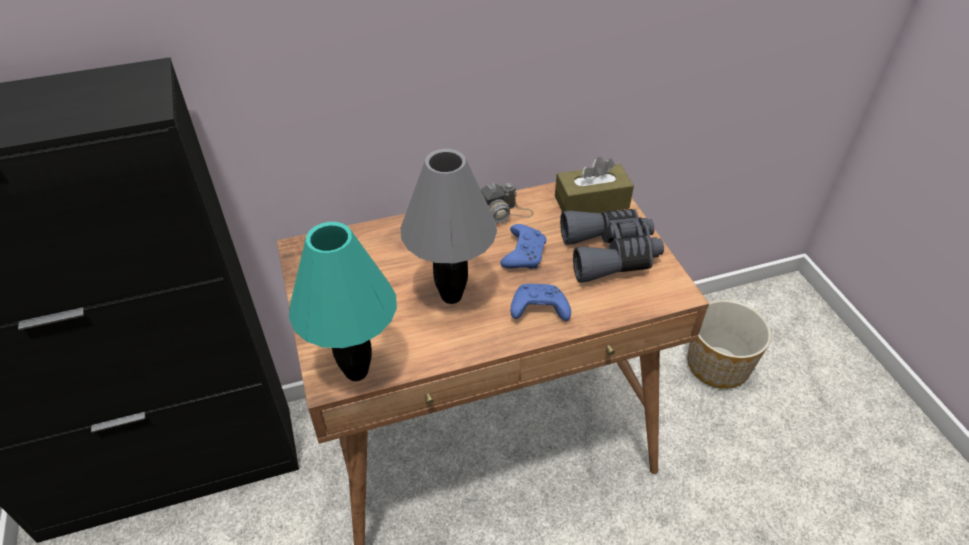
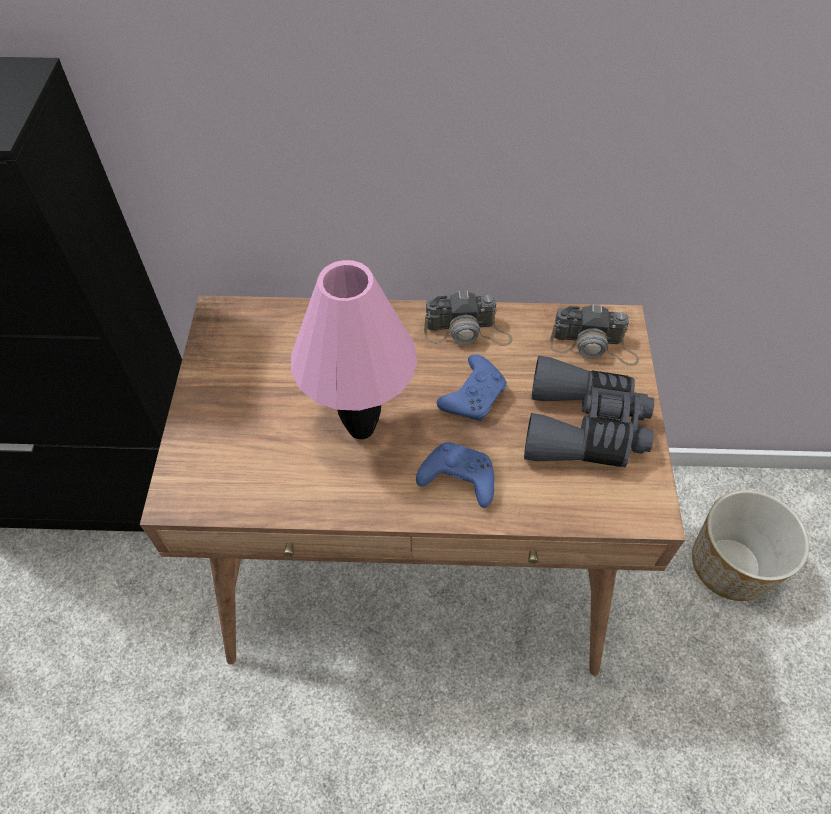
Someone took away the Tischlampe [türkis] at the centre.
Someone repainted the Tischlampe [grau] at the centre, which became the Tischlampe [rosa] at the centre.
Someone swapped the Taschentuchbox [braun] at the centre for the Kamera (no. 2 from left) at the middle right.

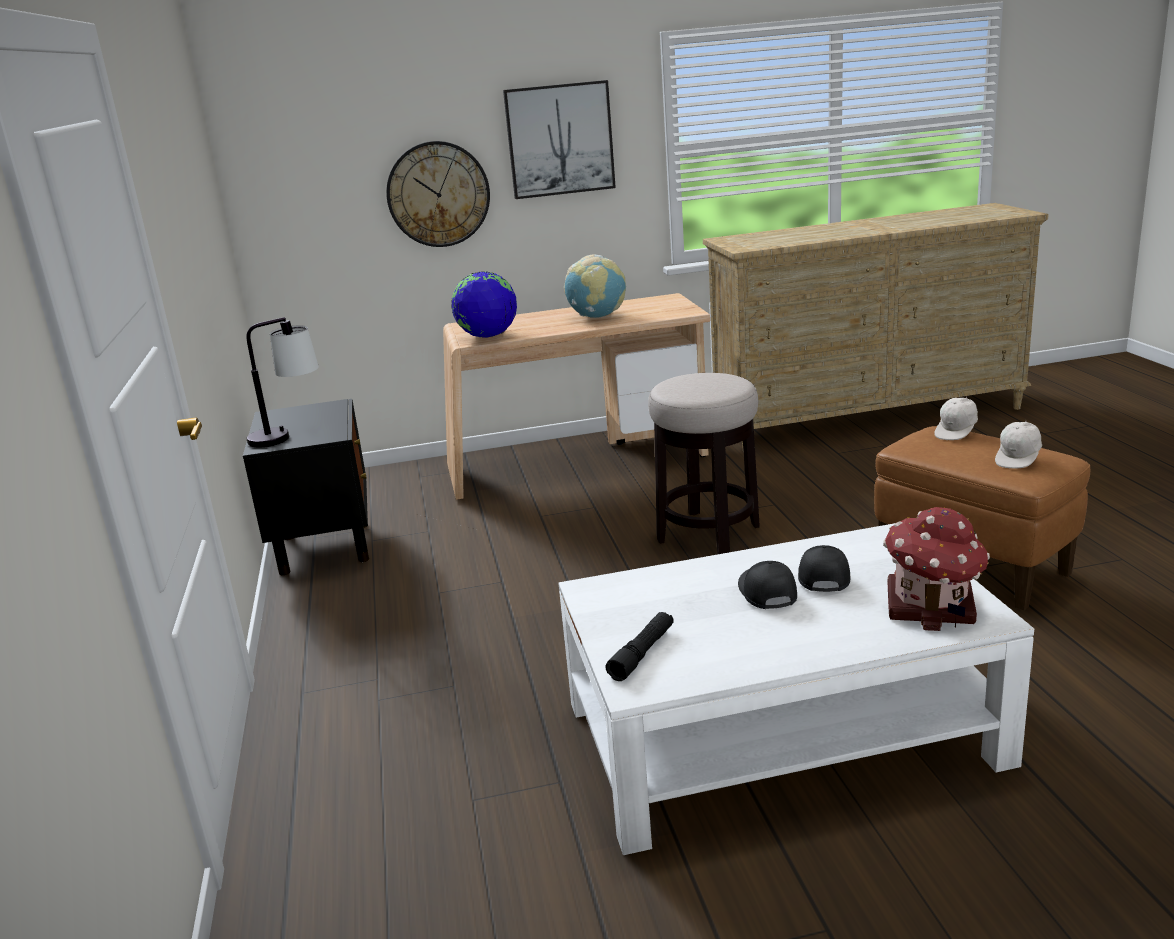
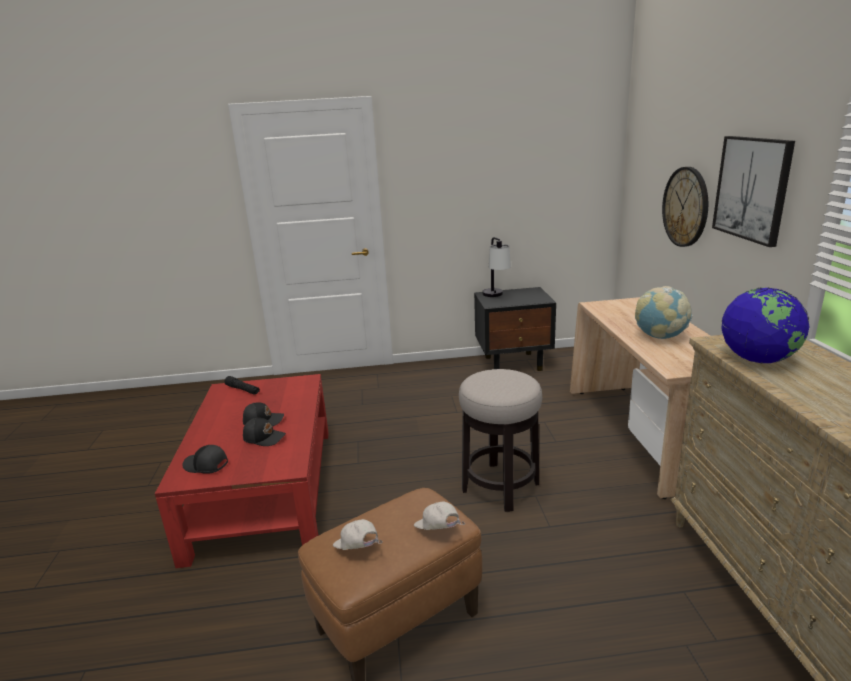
Someone carried the Globus (no. 1 from left in the first image) from the top centre to the middle right.
Someone repainted the Couchtisch [weiß] at the bottom right, which became the Couchtisch [rot] at the bottom left.
Someone swapped the Spielzeughaus at the middle right for the Kappe [schwarz] (no. 1 from left) at the bottom left.

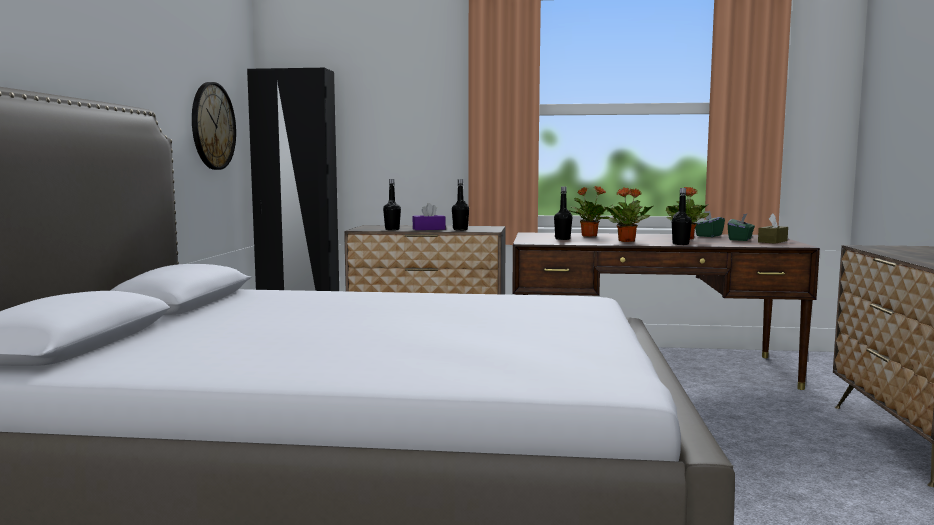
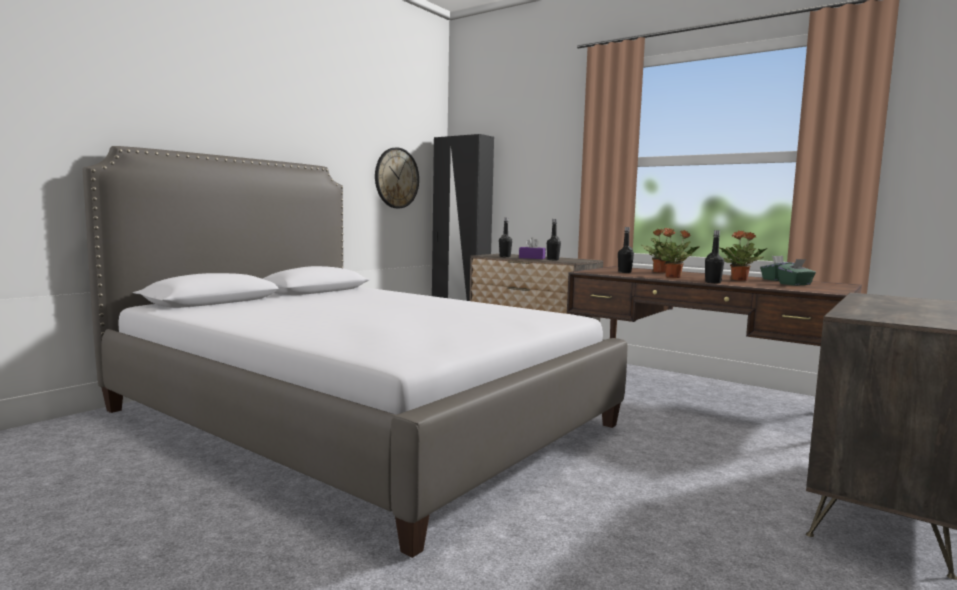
Someone took away the Taschentuchbox [braun] at the middle right.

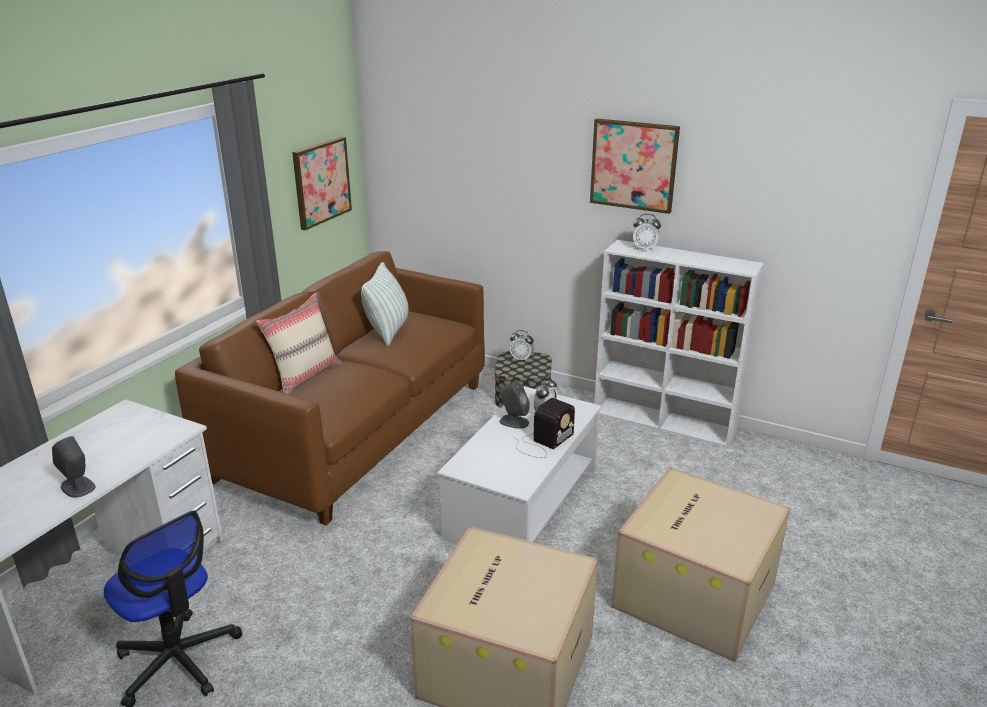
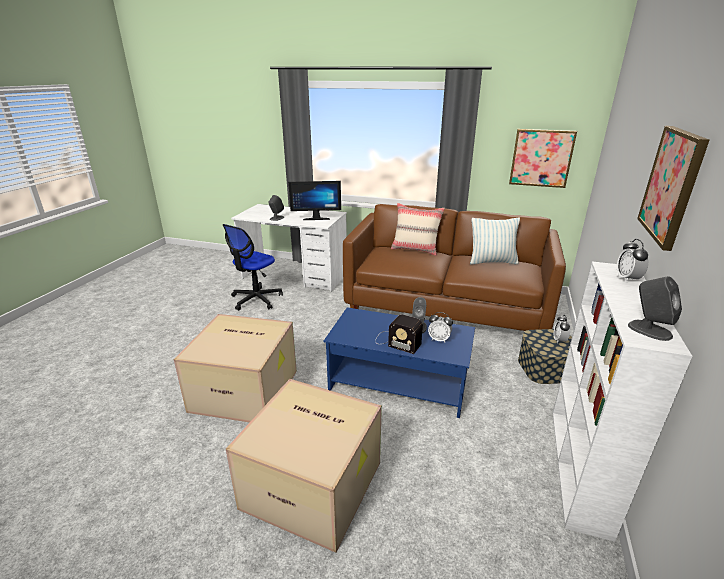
Someone repainted the Couchtisch [weiß] at the centre, which became the Couchtisch [blau] at the centre.
Someone put down the Monitor at the centre.
Someone put down the Lautsprecher [grau] (no. 3 from left) at the middle right.

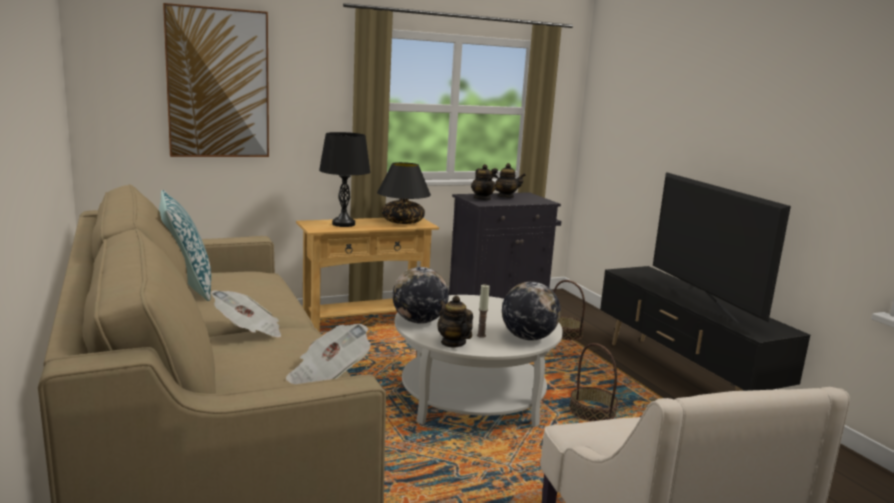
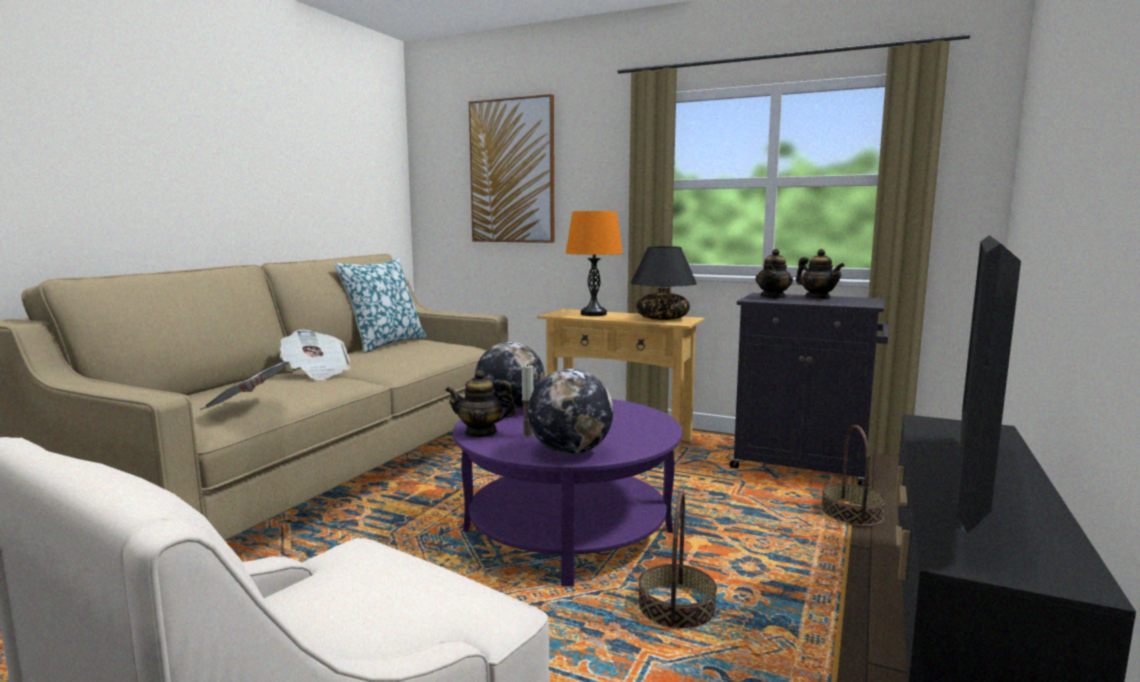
Someone repainted the Tischlampe [schwarz] (no. 1 from left) at the centre, which became the Tischlampe [orange] at the centre.
Someone repainted the Couchtisch [weiß] at the bottom centre, which became the Couchtisch [lila] at the bottom centre.
Someone rotated the Teekanne (no. 1 from left) at the centre by 105 degrees counterclockwise.

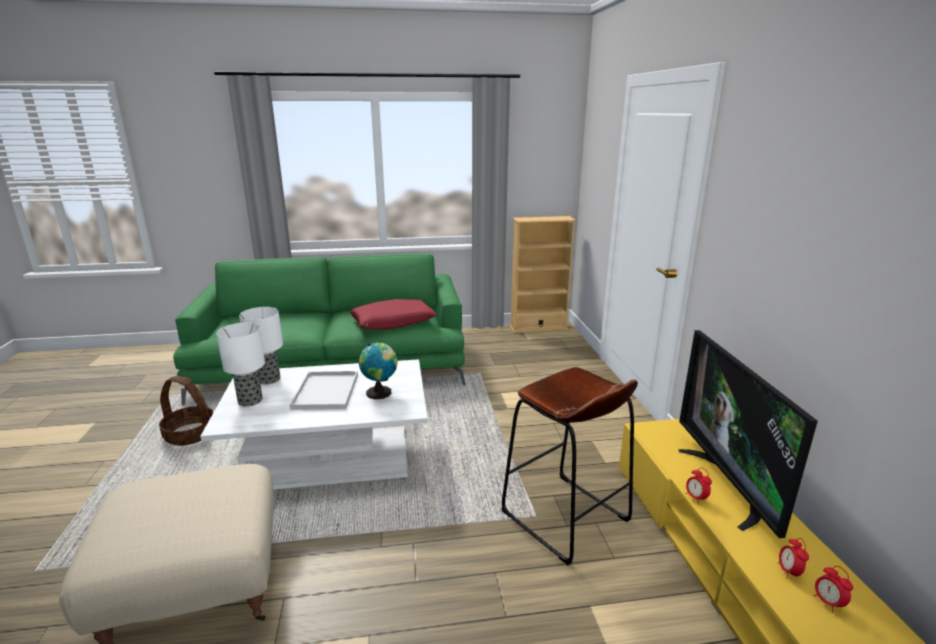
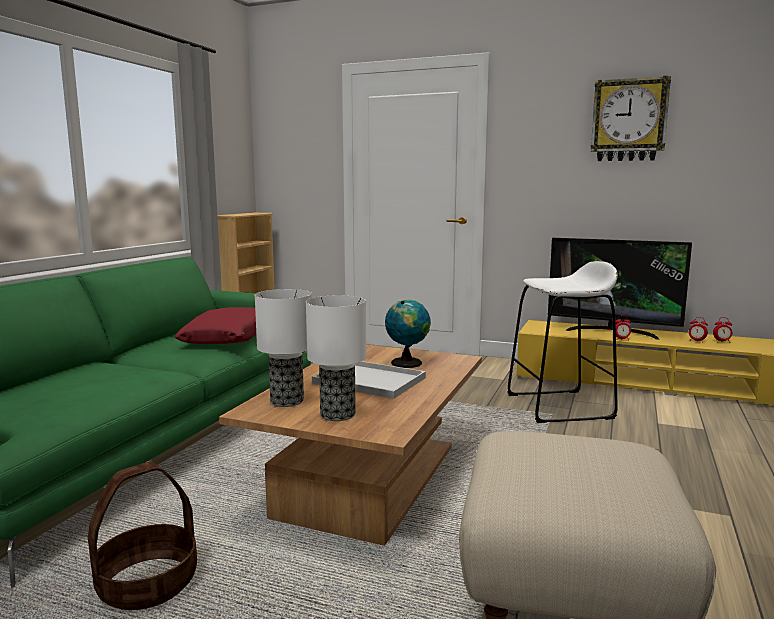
Someone repainted the Couchtisch [weiß] at the centre, which became the Couchtisch [braun] at the bottom centre.
Someone repainted the Hocker [braun] at the bottom centre, which became the Hocker [weiß] at the middle right.
Someone put up the Wanduhr at the top right.

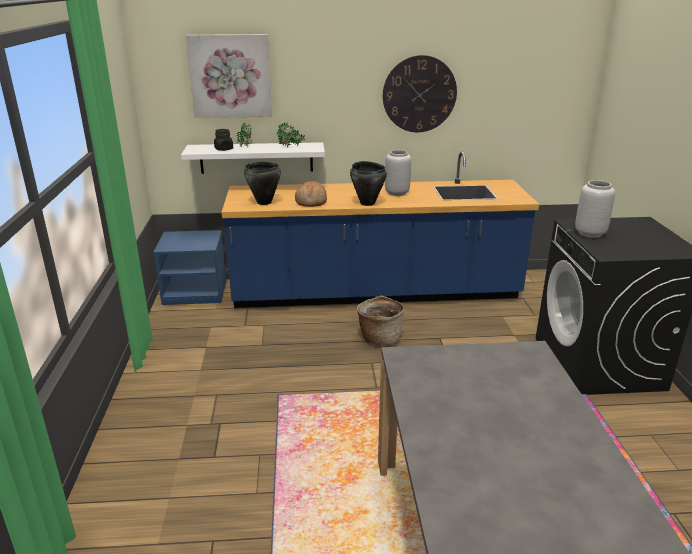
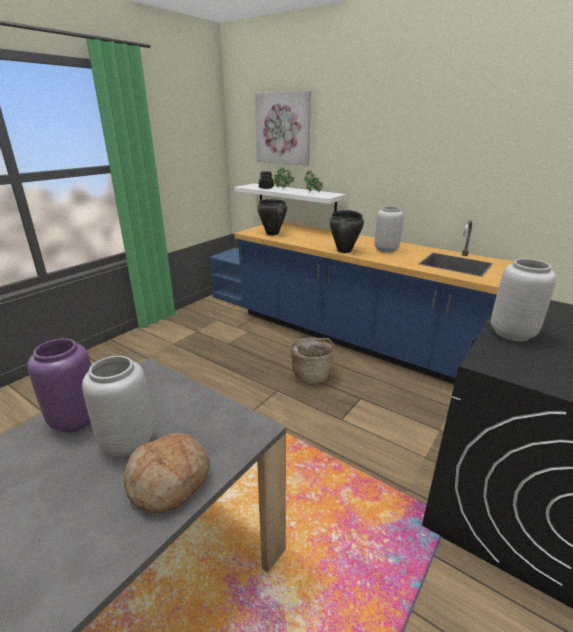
Someone carried the Brot from the centre to the bottom left.
Someone took away the Wanduhr at the top centre.
Someone put down the Vase [lila] at the middle left.
Someone put down the Vase [grau] (no. 1 from left) at the middle left.

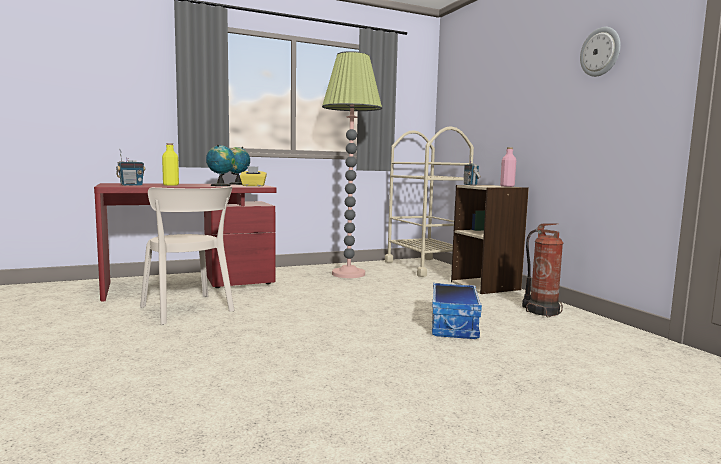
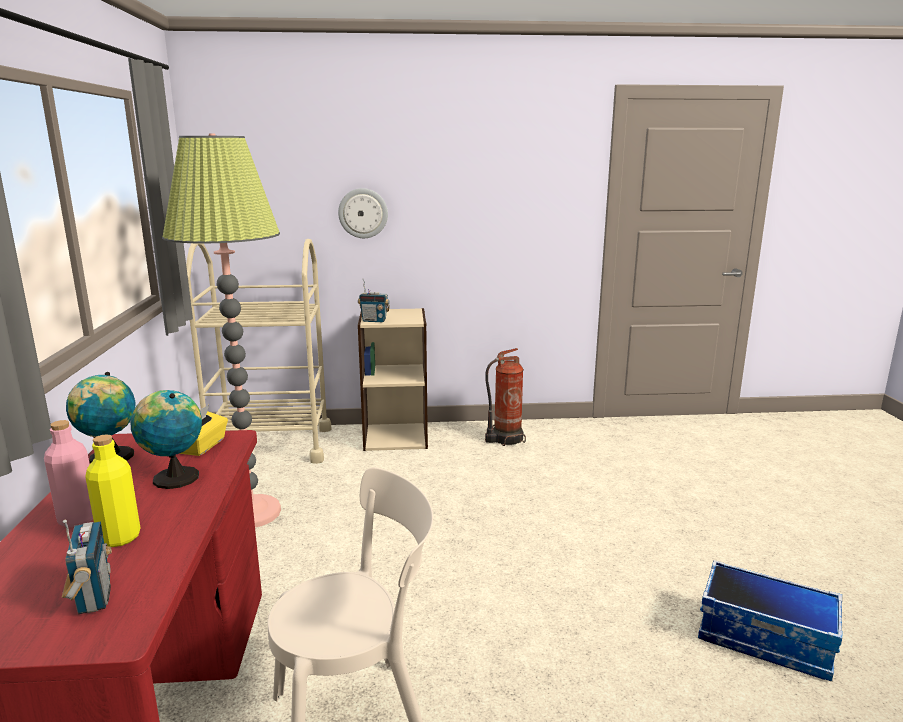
Someone carried the Aufbewahrungsbox from the bottom centre to the bottom right.
Someone carried the Flasche [rosa] from the middle right to the middle left.
Someone carried the Wanduhr from the top right to the top centre.

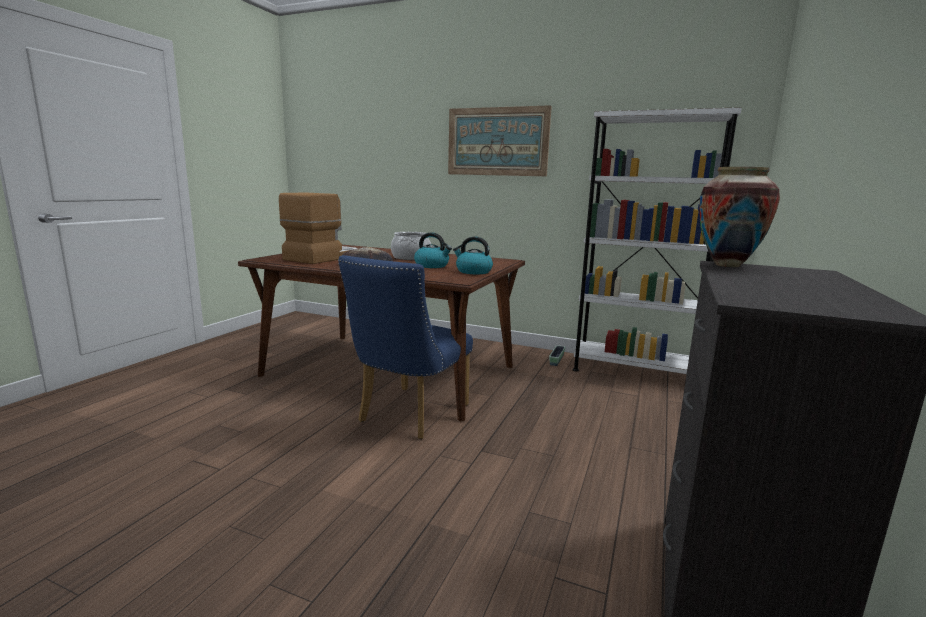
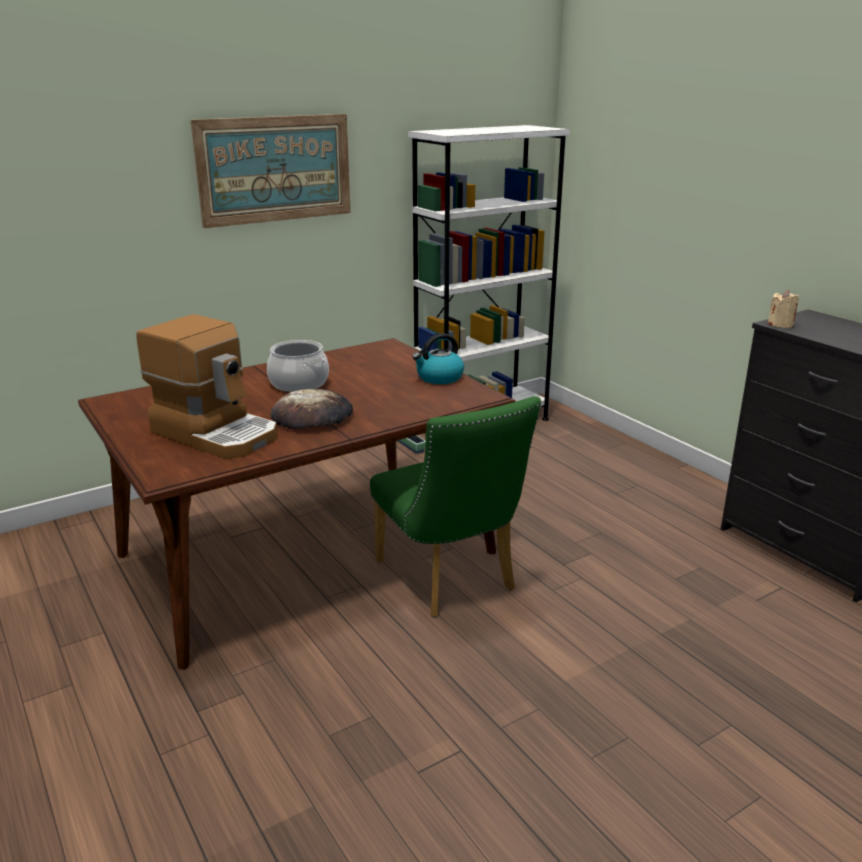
Someone rotated the Kaffeemaschine at the centre by 150 degrees clockwise.
Someone repainted the Stuhl [blau] at the centre, which became the Stuhl [grün] at the centre.
Someone took away the Wasserkessel (no. 1 from left) at the centre.
Someone swapped the Vase at the middle right for the Kerze [beige] at the middle right.

